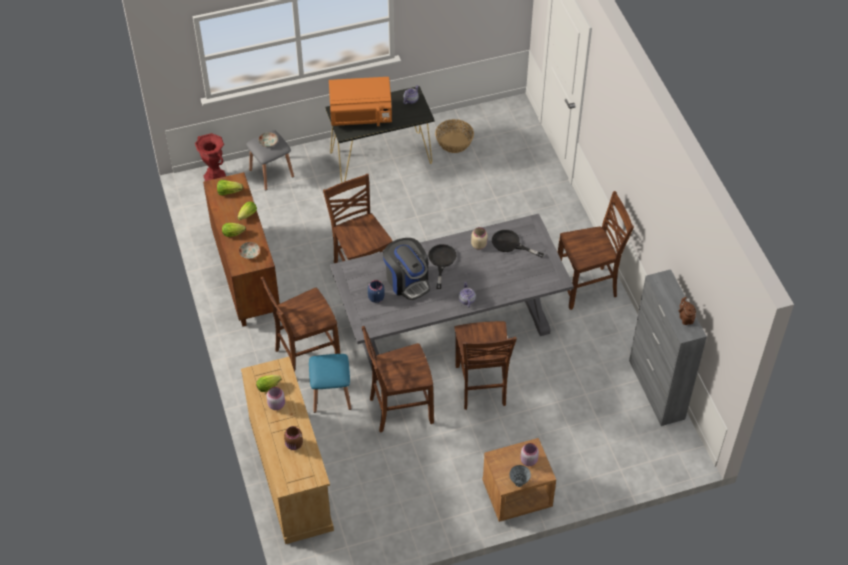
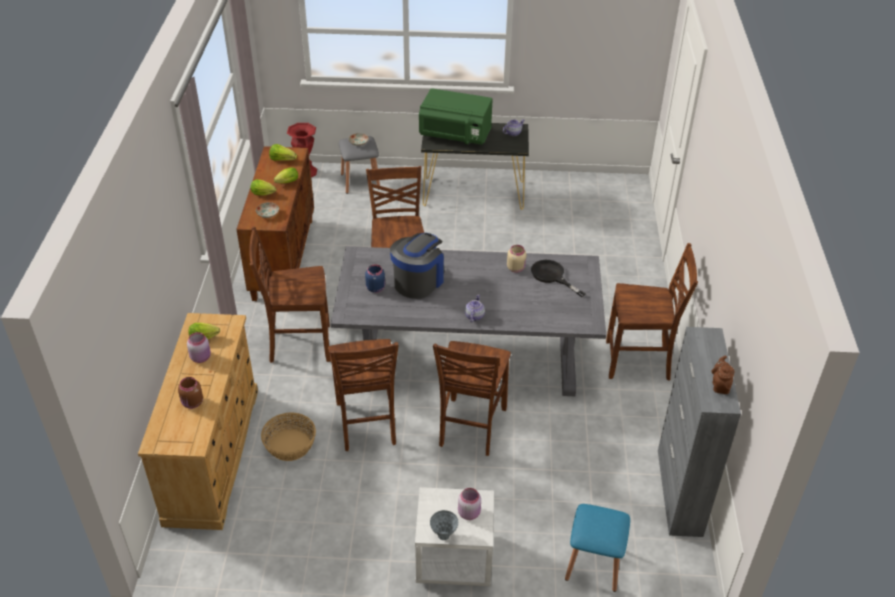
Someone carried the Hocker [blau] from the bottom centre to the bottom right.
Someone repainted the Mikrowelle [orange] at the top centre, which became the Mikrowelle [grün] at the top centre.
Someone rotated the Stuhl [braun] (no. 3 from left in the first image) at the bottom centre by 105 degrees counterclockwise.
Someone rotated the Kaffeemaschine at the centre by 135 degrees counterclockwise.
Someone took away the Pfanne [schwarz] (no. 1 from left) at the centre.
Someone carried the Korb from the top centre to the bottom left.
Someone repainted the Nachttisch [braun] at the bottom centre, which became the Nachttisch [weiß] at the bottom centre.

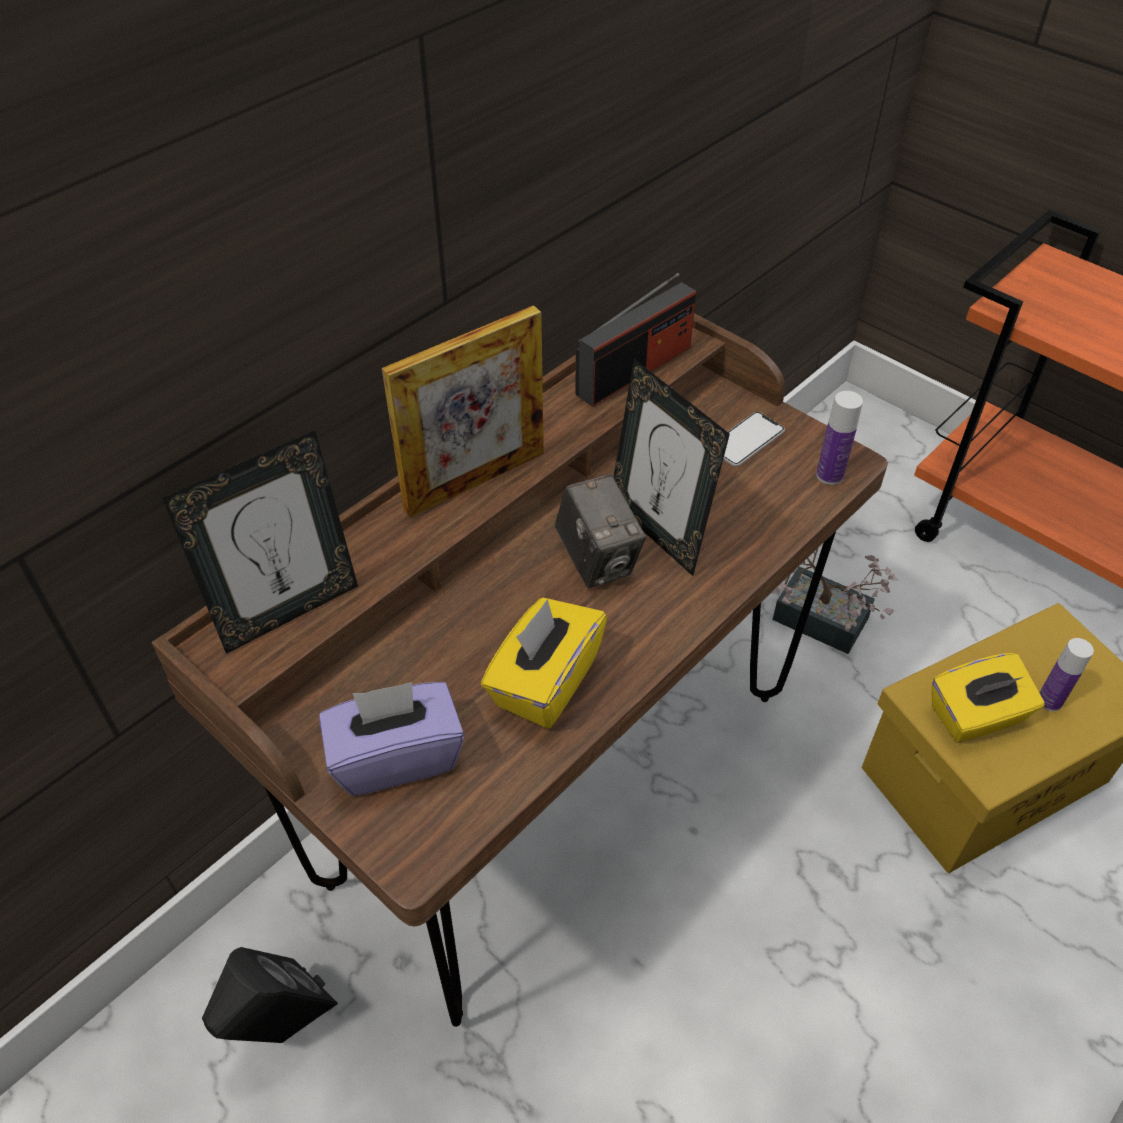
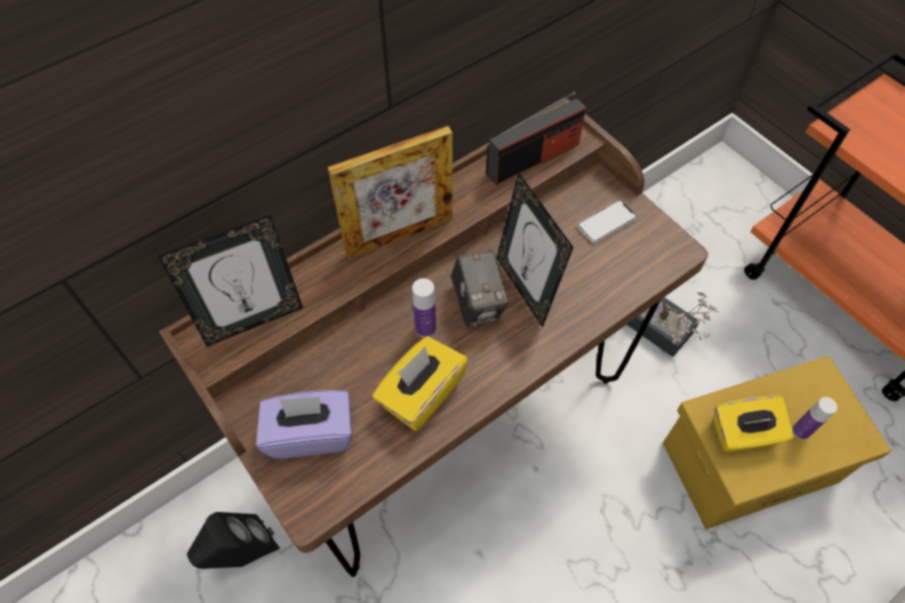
Someone carried the Flasche (no. 1 from left) from the middle right to the centre.

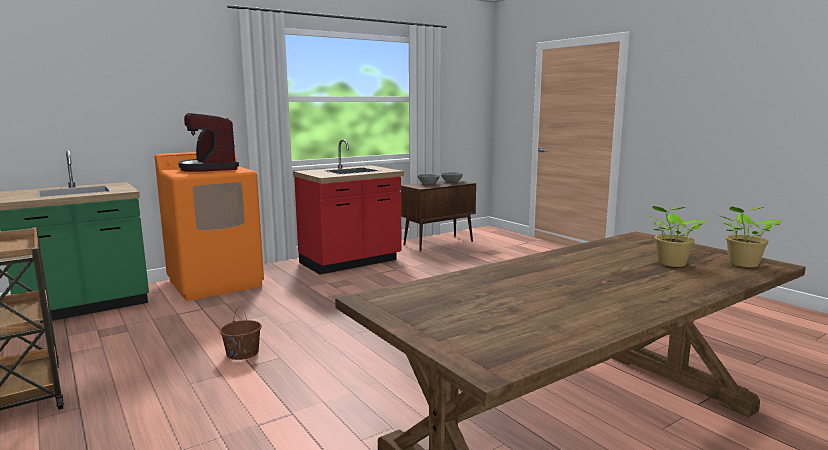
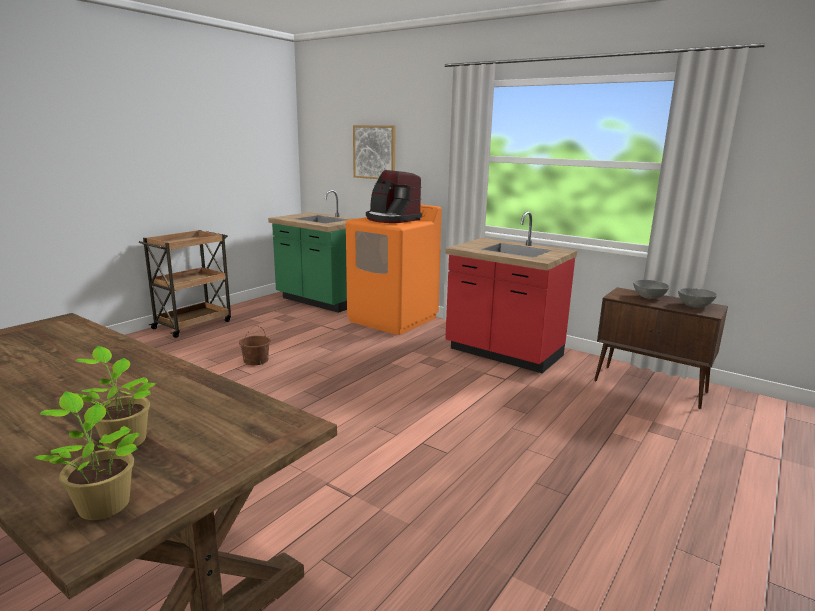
Someone rotated the Kaffeemaschine at the top left by 90 degrees counterclockwise.
Someone put up the Bild at the top centre.

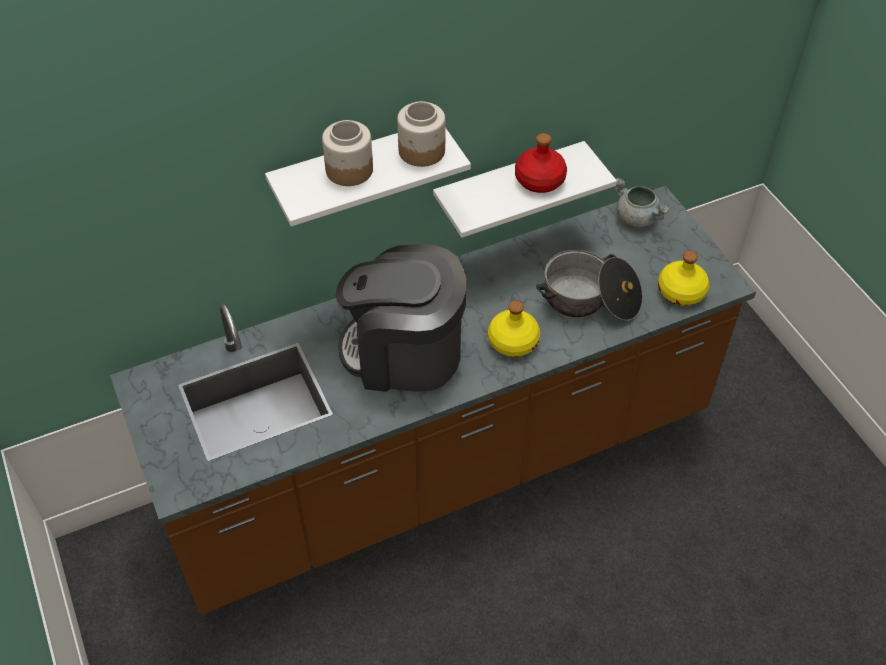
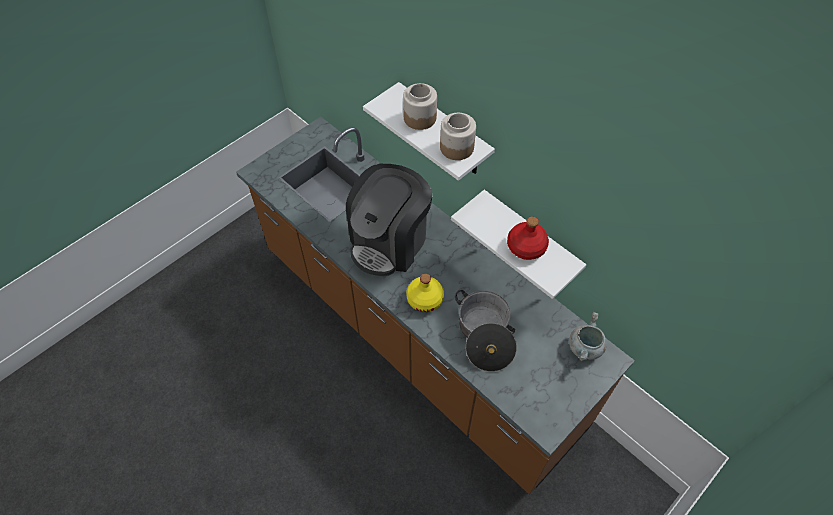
Someone rotated the Kaffeemaschine at the centre by 135 degrees counterclockwise.
Someone took away the Flasche [gelb] (no. 2 from left) at the middle right.

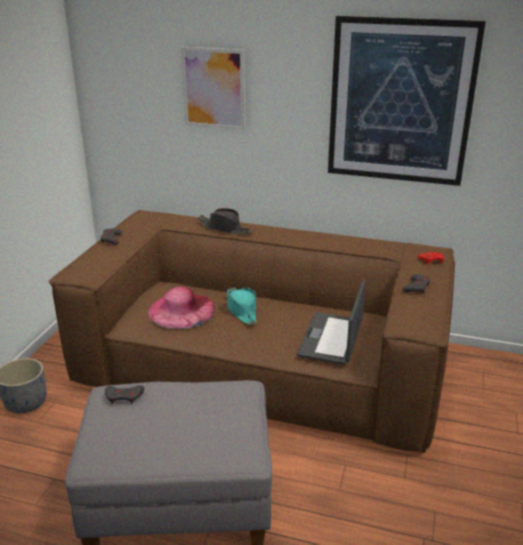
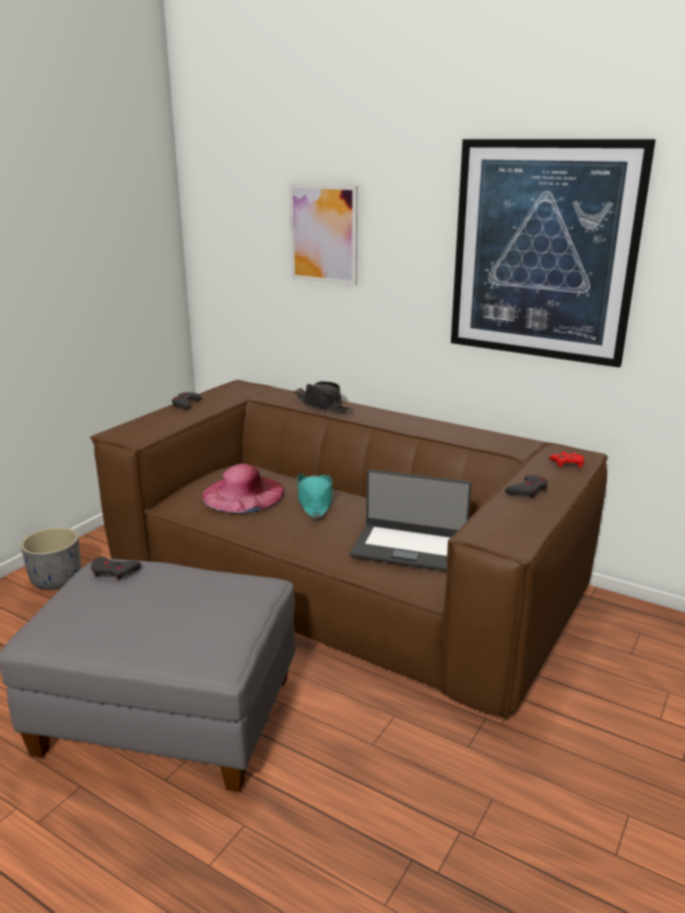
Someone rotated the Laptop at the centre by 105 degrees counterclockwise.

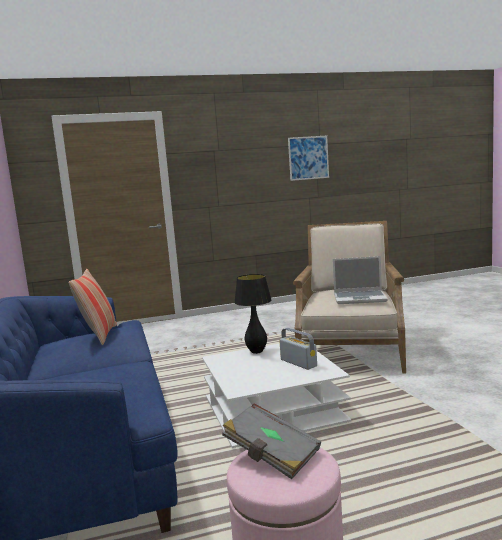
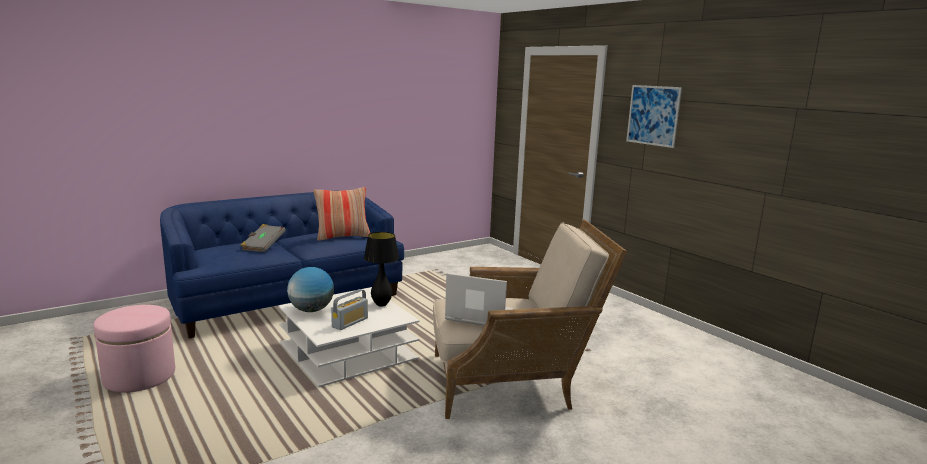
Someone carried the Buch [grau] from the bottom centre to the middle left.
Someone carried the Bild from the top centre to the top right.
Someone rotated the Laptop at the middle right by 120 degrees clockwise.
Someone put down the Globus at the centre.

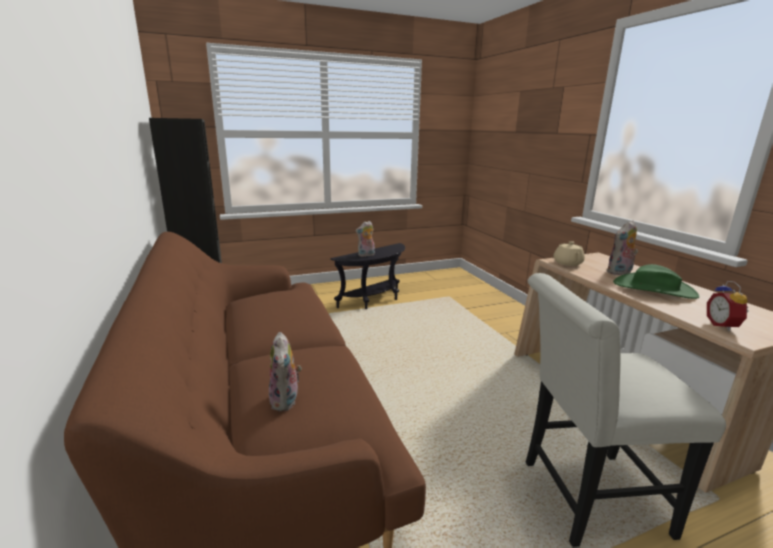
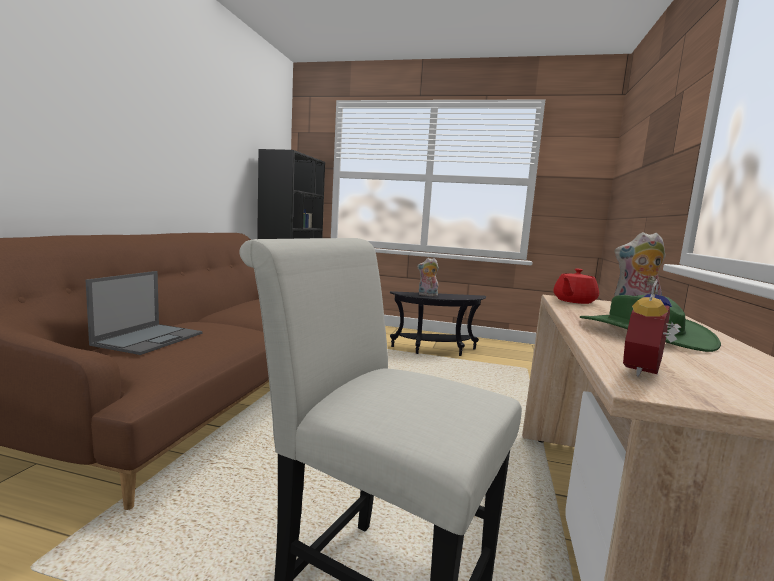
Someone swapped the Plüschtier (no. 1 from left) at the bottom centre for the Laptop at the middle left.
Someone repainted the Teekanne [beige] at the middle right, which became the Teekanne [rot] at the middle right.

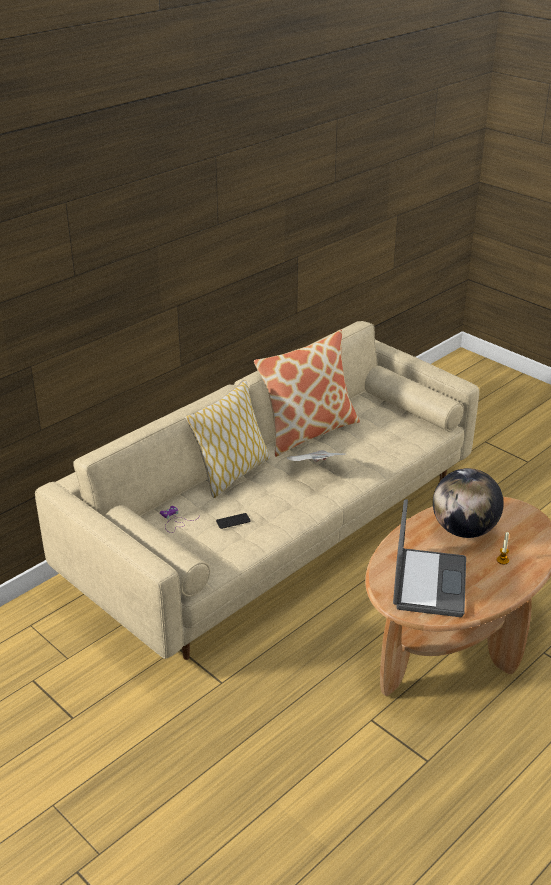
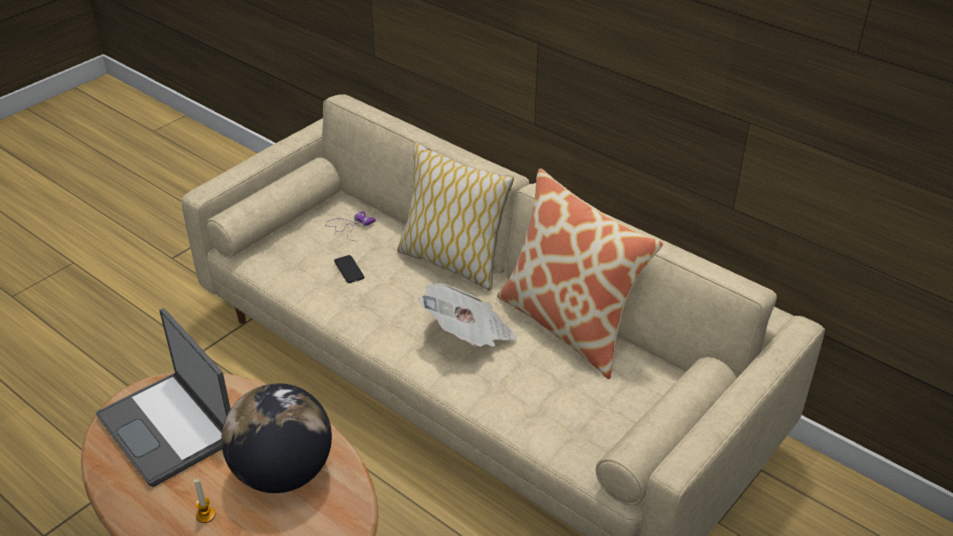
Someone rotated the Laptop at the middle right by 45 degrees clockwise.

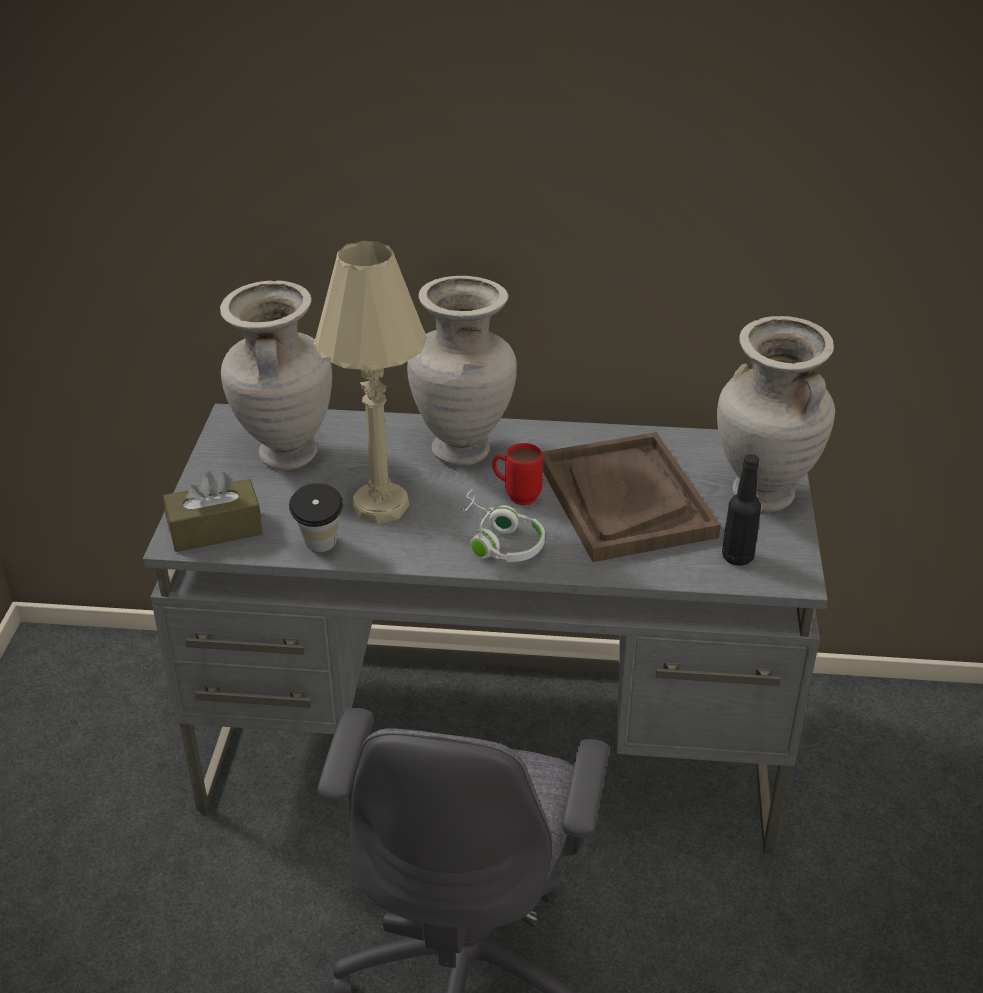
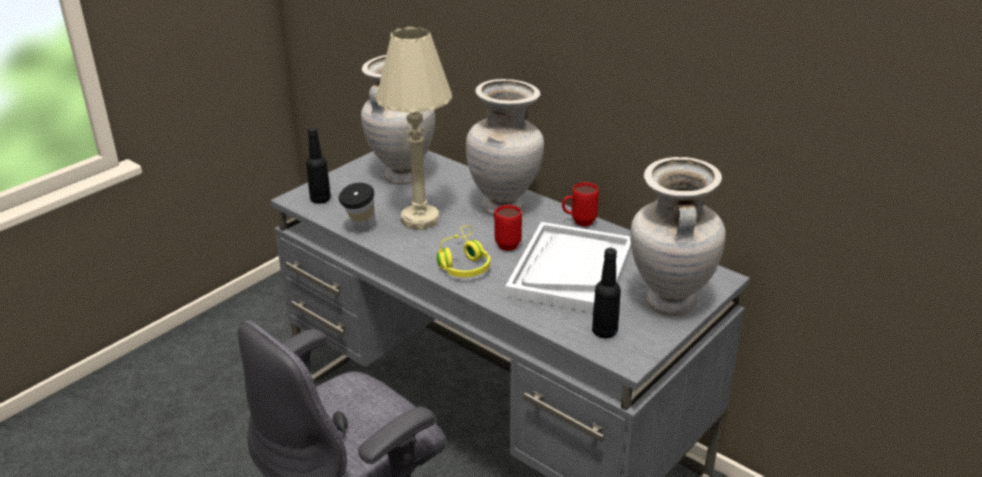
Someone swapped the Taschentuchbox [braun] at the middle left for the Flasche [schwarz] (no. 1 from left) at the middle left.
Someone repainted the Kopfhörer [weiß] at the centre, which became the Kopfhörer [gelb] at the centre.
Someone repainted the Tablett [braun] at the centre, which became the Tablett [weiß] at the centre.
Someone put down the Henkelbecher [rot] (no. 2 from left) at the centre.

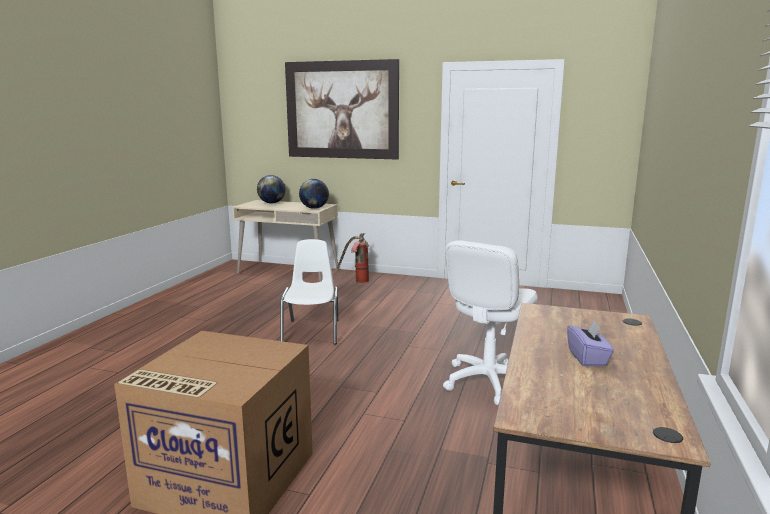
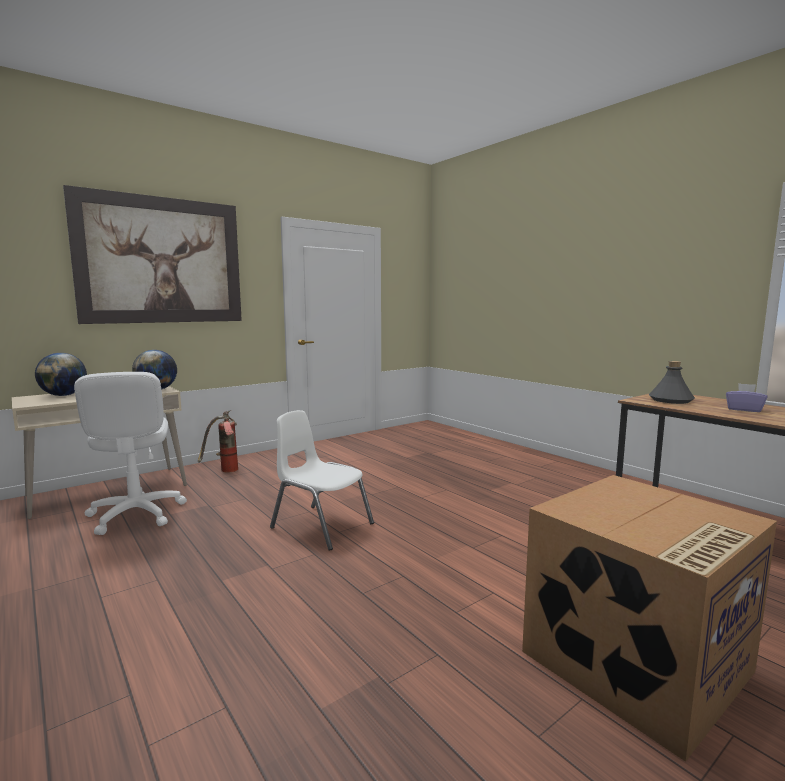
Someone carried the Bürostuhl [weiß] from the centre to the middle left.
Someone put down the Flasche [grau] at the middle right.

